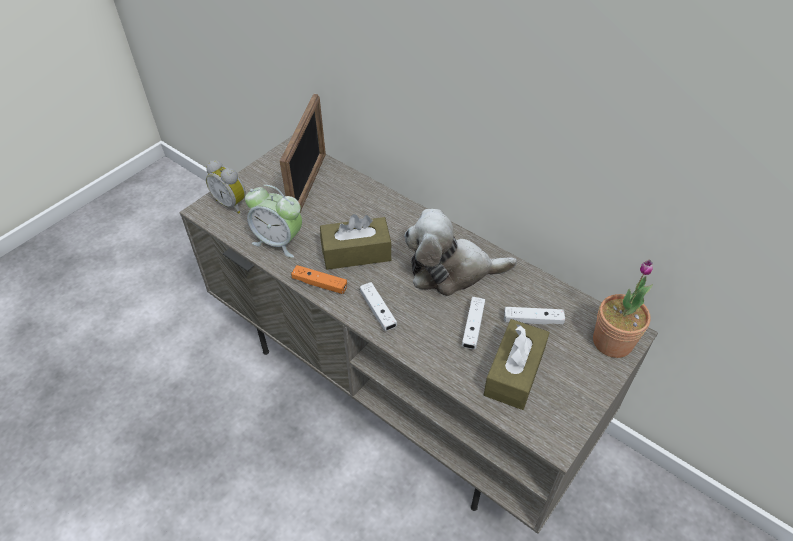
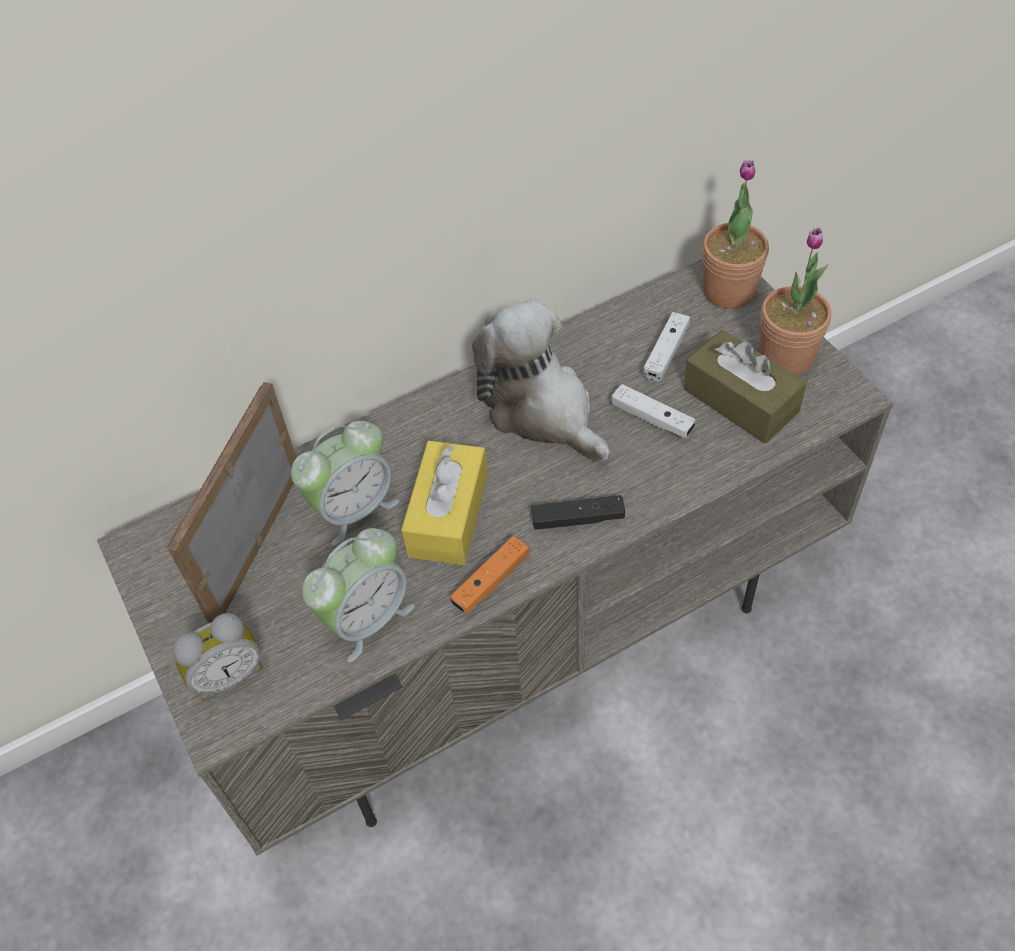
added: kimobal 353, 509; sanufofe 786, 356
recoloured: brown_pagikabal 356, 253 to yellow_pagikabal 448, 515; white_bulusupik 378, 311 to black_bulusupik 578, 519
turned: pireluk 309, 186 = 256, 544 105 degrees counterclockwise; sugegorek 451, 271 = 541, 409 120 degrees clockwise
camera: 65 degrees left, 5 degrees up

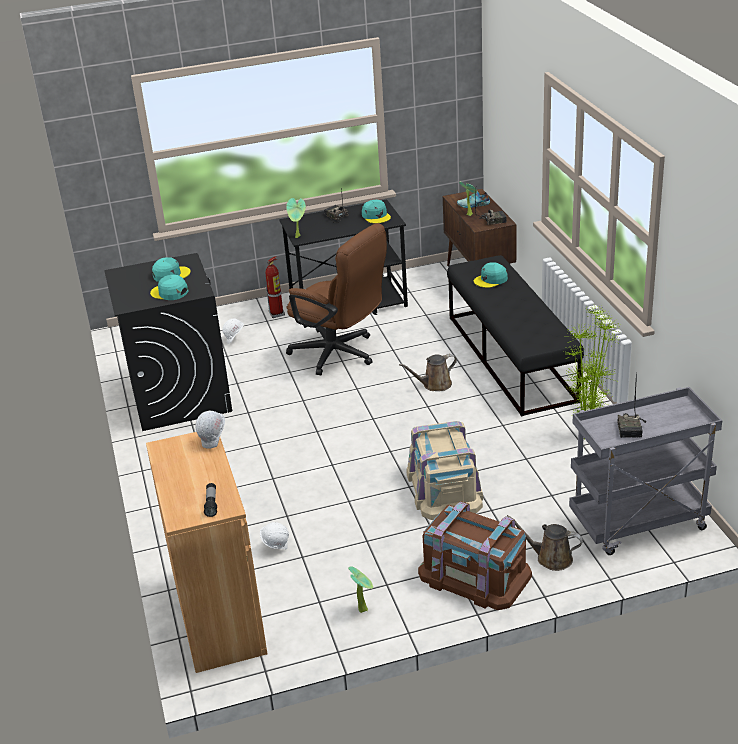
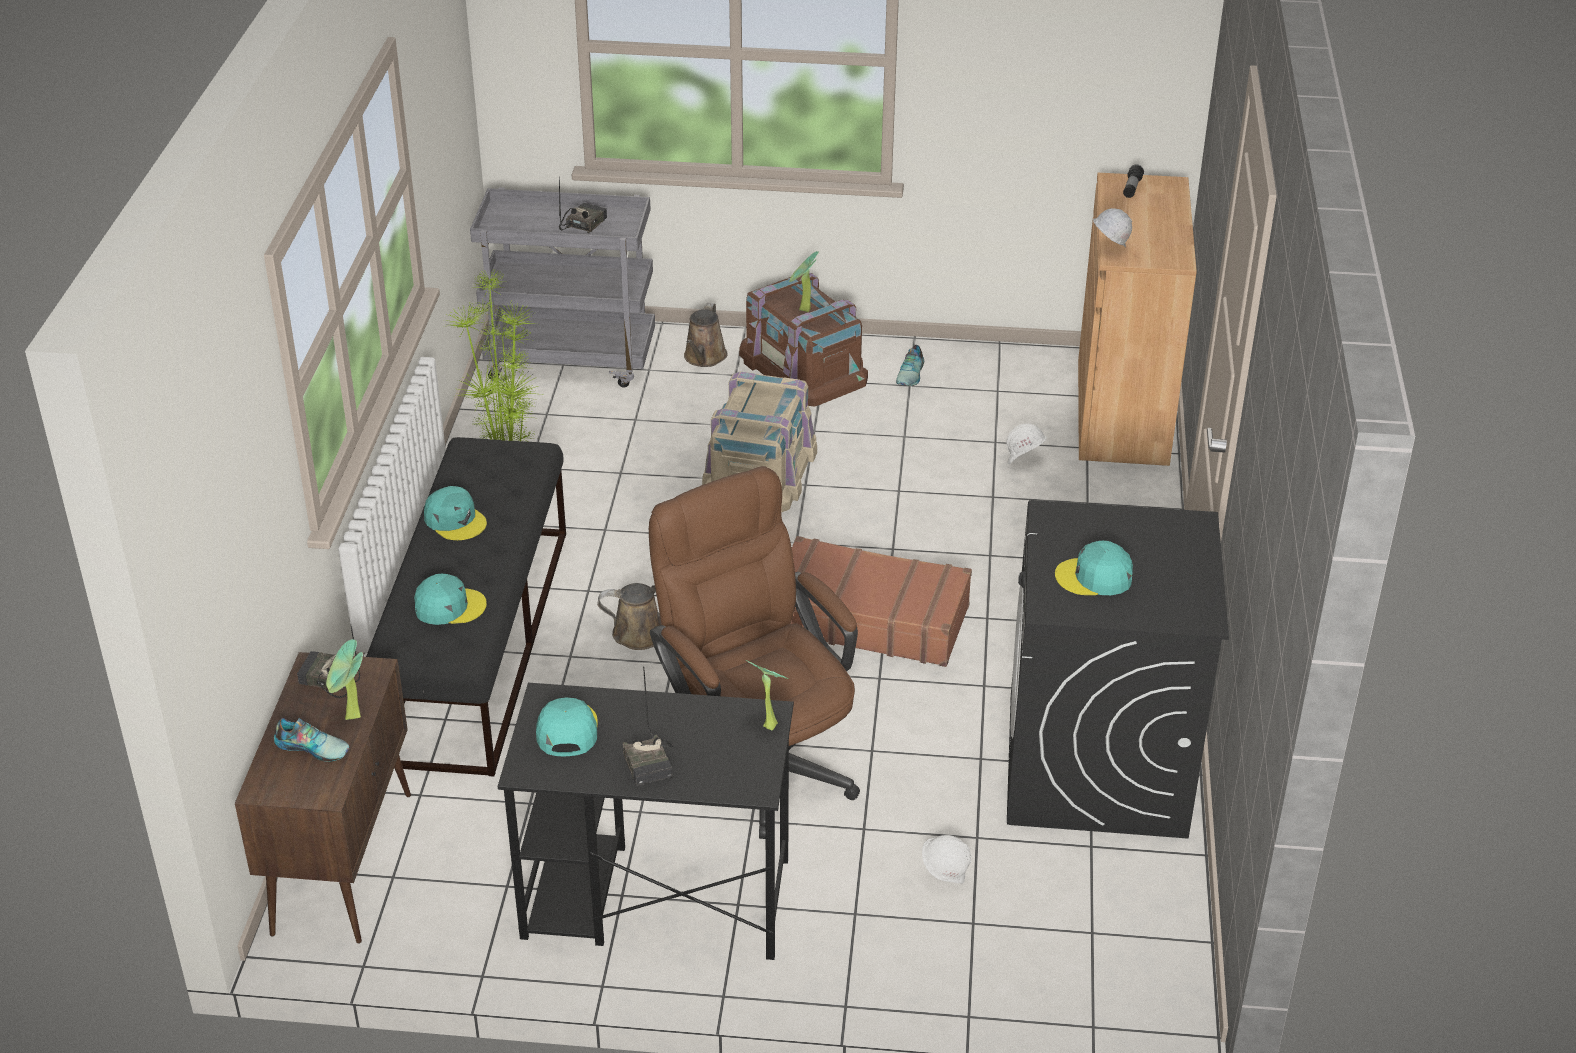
removed: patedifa 277, 314
added: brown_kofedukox 869, 618; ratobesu 911, 374
moved: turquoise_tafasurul 169, 292 to 455, 520; sanufofe 363, 608 to 803, 311
turned: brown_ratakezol 550, 558 = 704, 358 60 degrees clockwise
camera: 160 degrees left, 5 degrees up

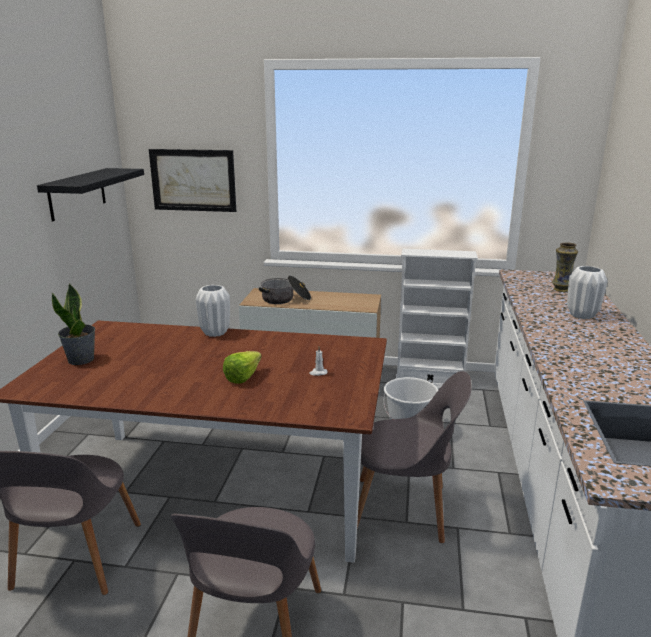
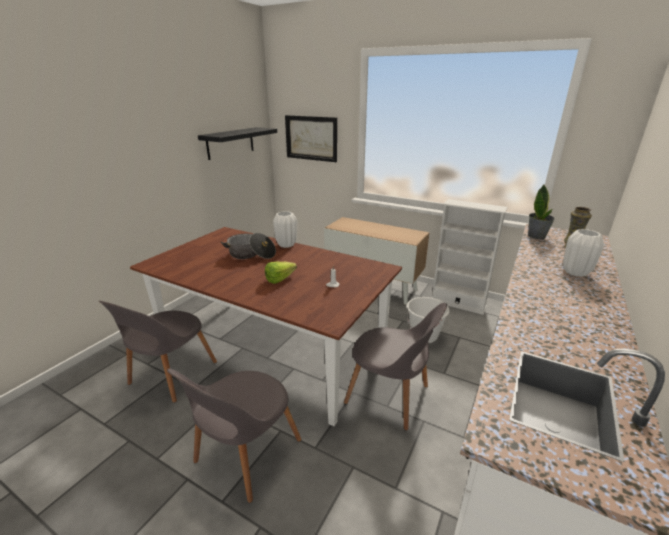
moved: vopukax 285, 299 to 251, 254; sanufofe 81, 359 to 536, 236
camera: 20 degrees right, 5 degrees up

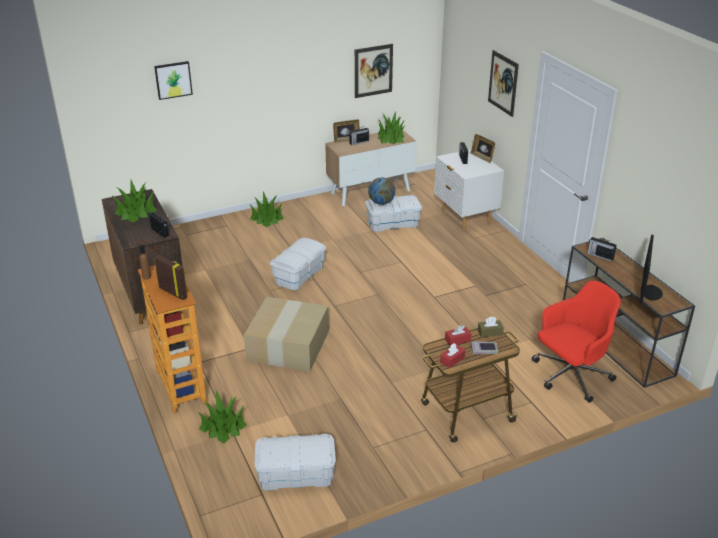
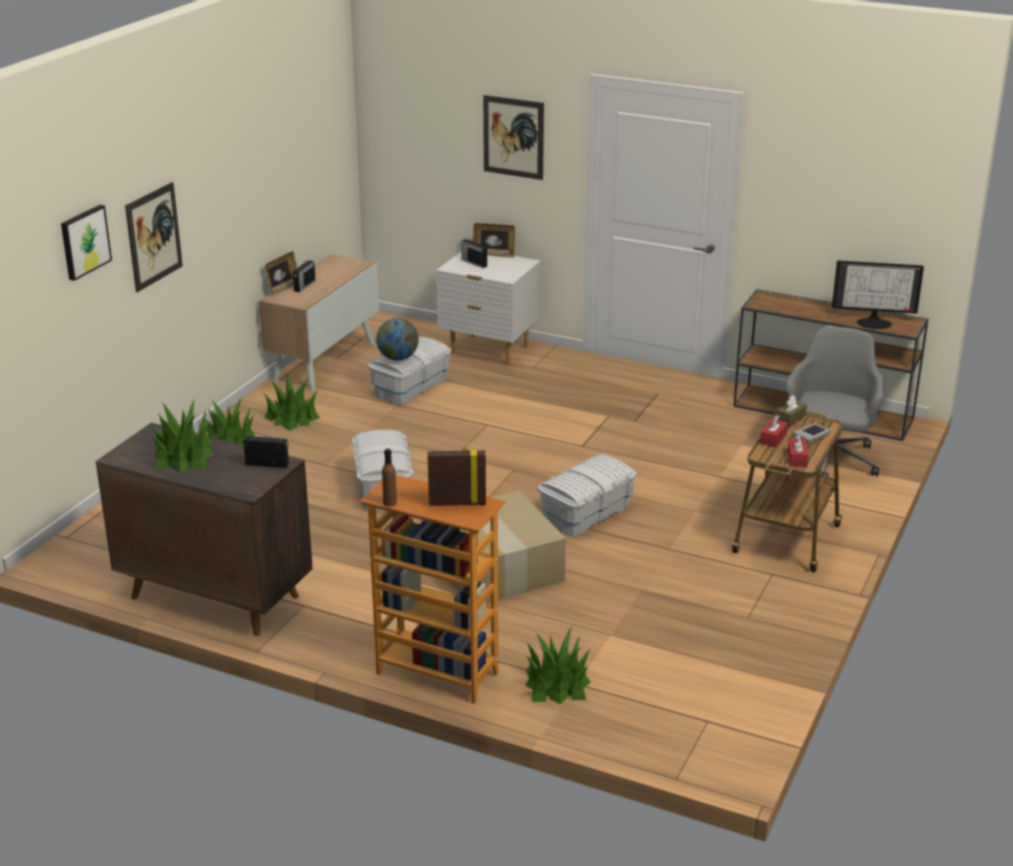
removed: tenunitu 600, 256
moved: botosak 373, 71 to 154, 236; sanufofe 391, 137 to 292, 417; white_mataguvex 296, 475 to 586, 514
recoloured: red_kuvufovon 570, 376 to grey_kuvufovon 827, 460
turned: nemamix 648, 292 = 874, 322 120 degrees clockwise
camera: 40 degrees left, 5 degrees down

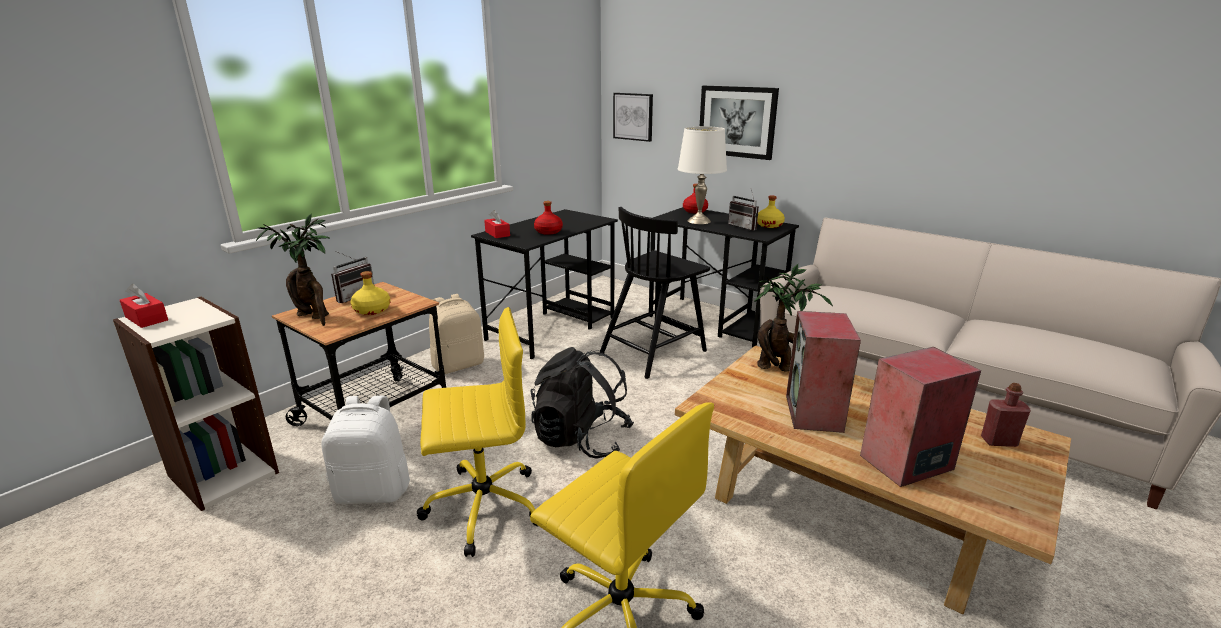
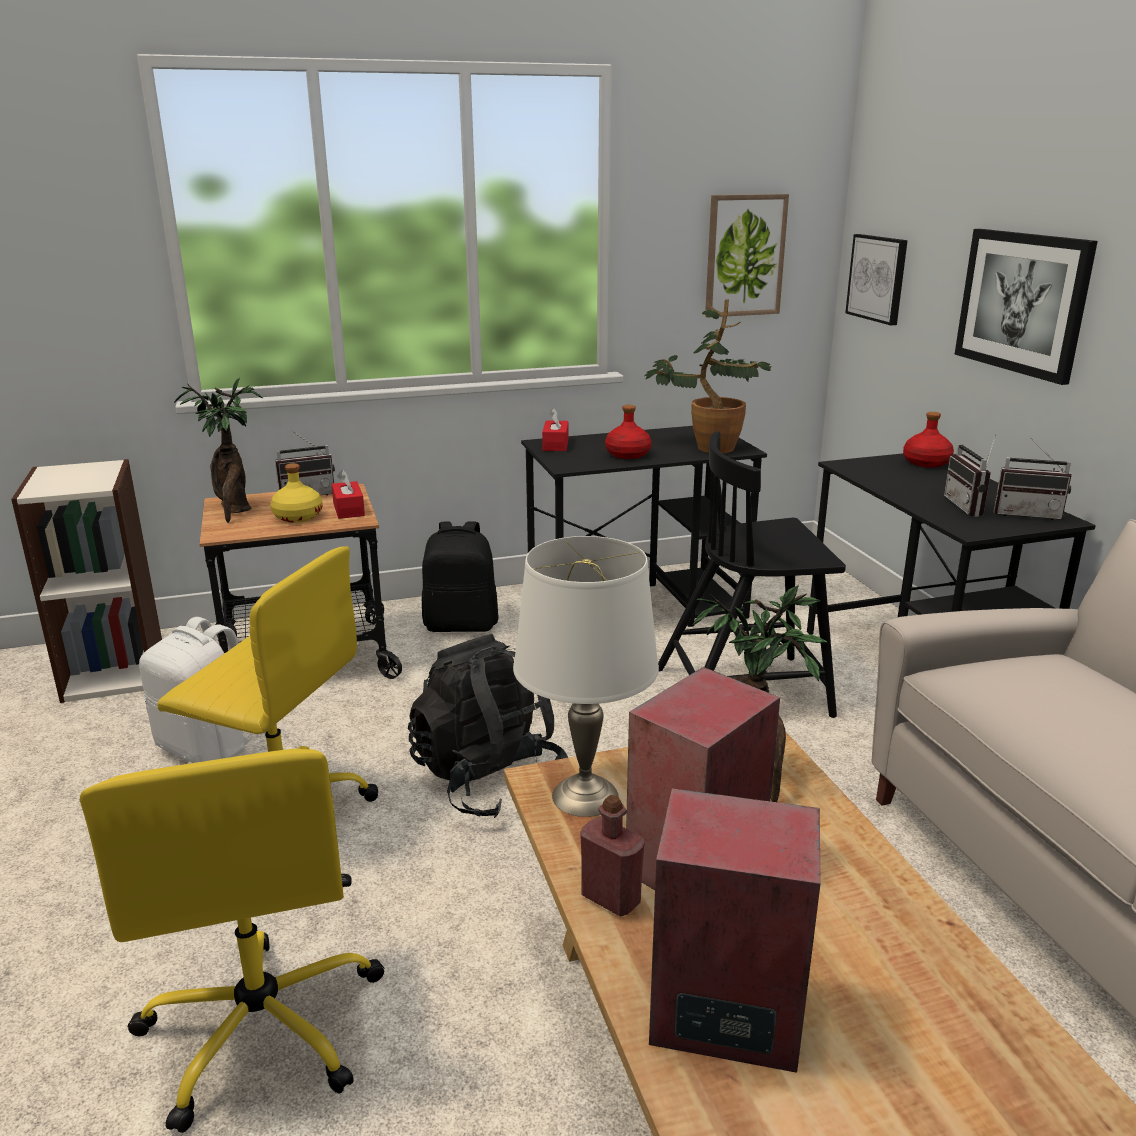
added: sanufofe 707, 447; botosak 744, 255
moved: red_pagikabal 146, 318 to 348, 509; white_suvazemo 699, 221 to 586, 795; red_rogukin 999, 441 to 611, 898
replaced: yellow_rogukin 769, 225 to tenunitu 1027, 514
recoloured: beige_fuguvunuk 458, 365 to black_fuguvunuk 461, 625
camera: 35 degrees right, 0 degrees up

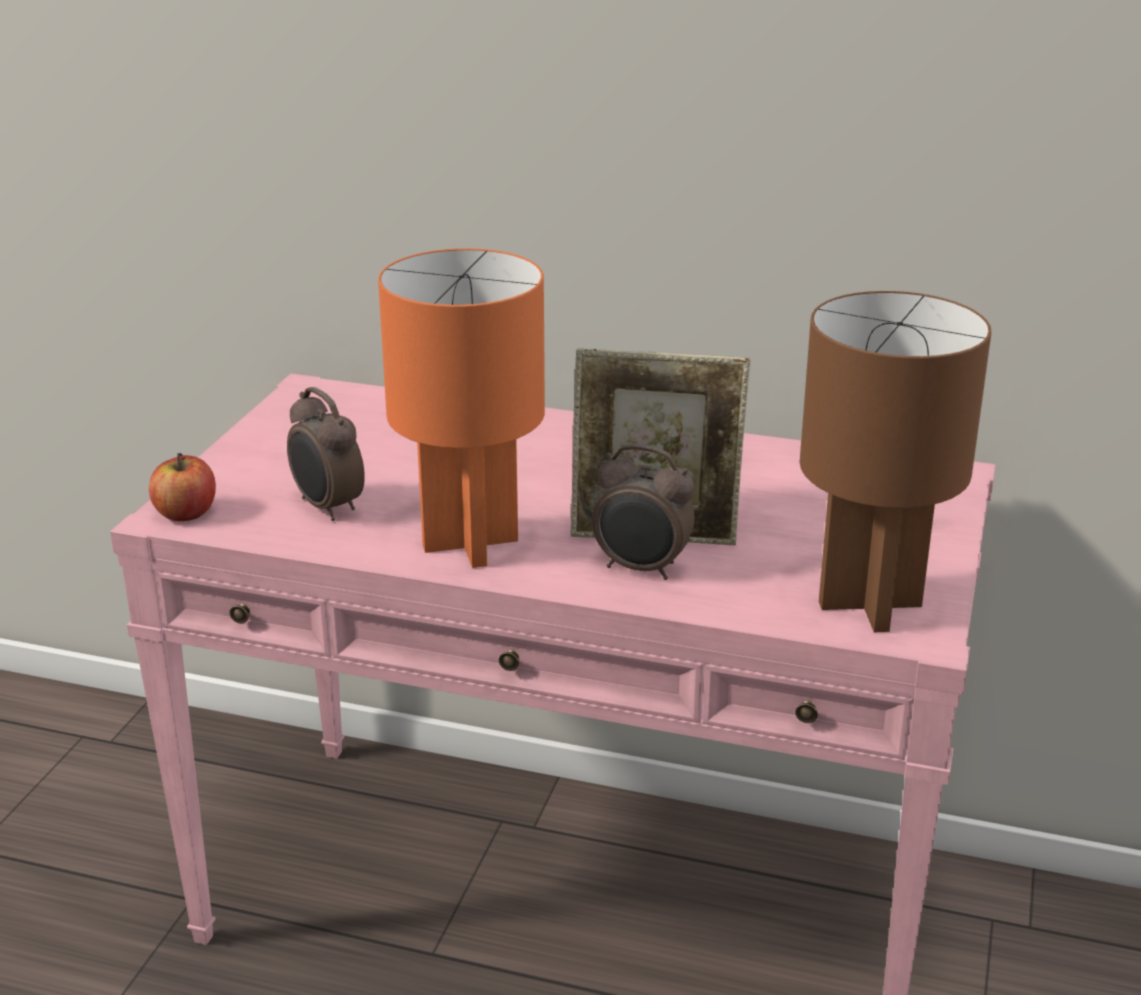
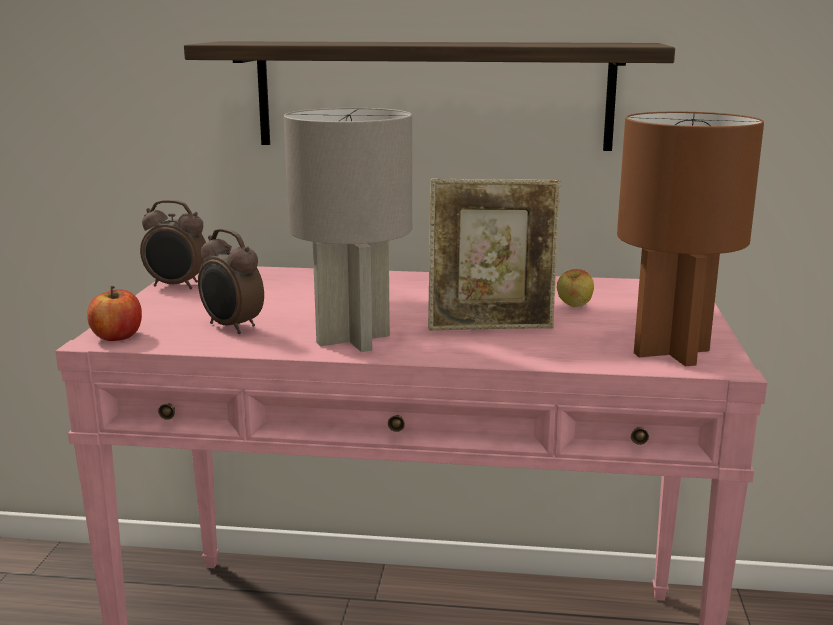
added: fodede 433, 95; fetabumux 574, 306
moved: kimobal 641, 569 to 176, 286
recoloured: orange_suvazemo 468, 543 to grey_suvazemo 351, 339
camera: 10 degrees left, 10 degrees down

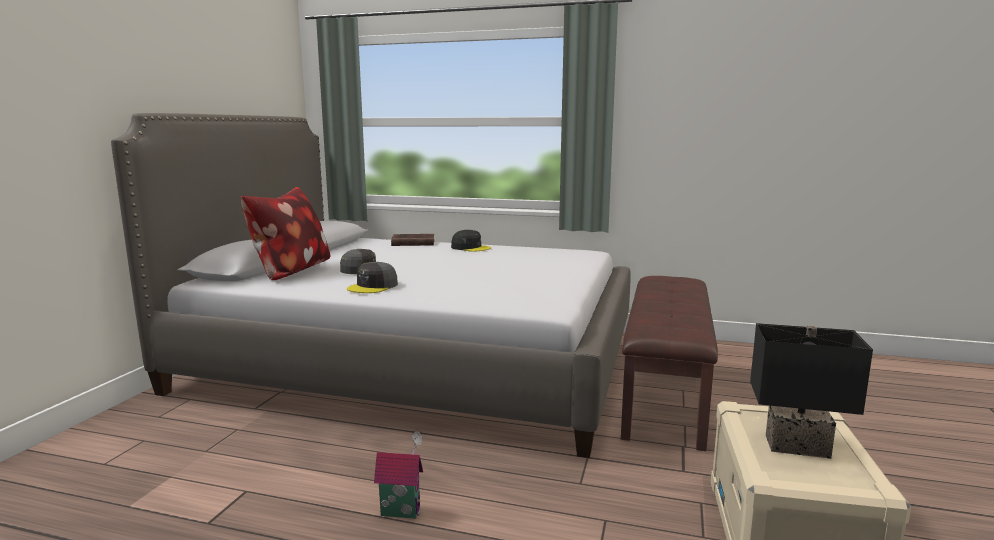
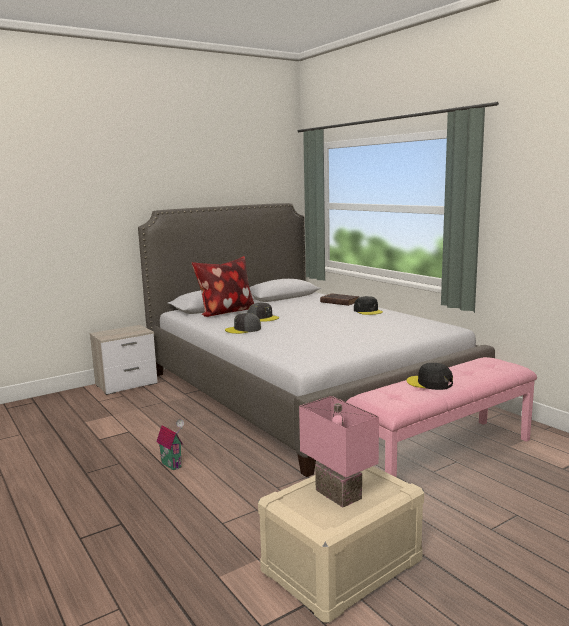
added: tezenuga 127, 384; black_tafasurul 430, 383
recoloured: black_suvazemo 797, 445 to pink_suvazemo 340, 494; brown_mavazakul 663, 389 to pink_mavazakul 442, 456
camera: 40 degrees right, 0 degrees up

